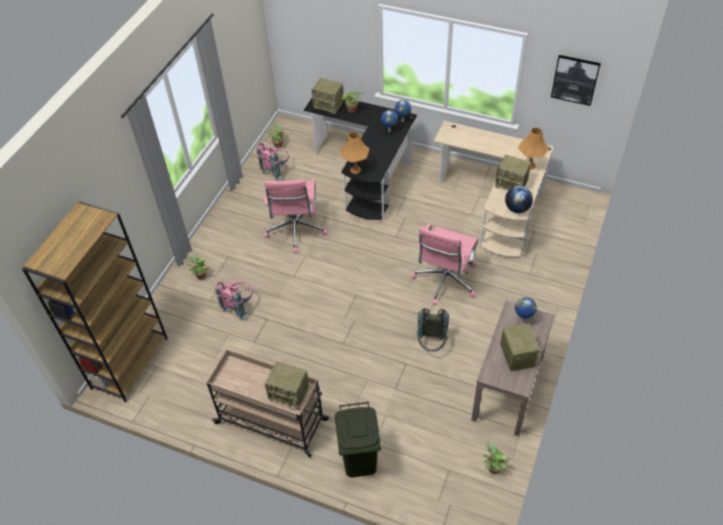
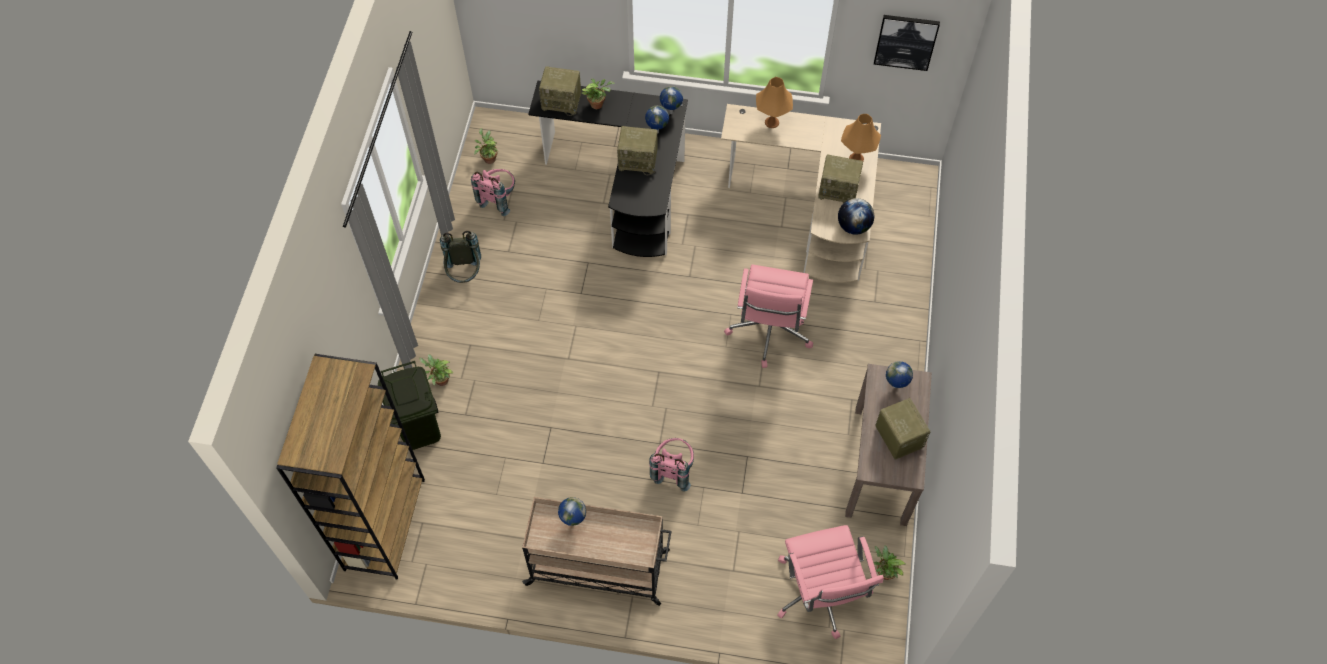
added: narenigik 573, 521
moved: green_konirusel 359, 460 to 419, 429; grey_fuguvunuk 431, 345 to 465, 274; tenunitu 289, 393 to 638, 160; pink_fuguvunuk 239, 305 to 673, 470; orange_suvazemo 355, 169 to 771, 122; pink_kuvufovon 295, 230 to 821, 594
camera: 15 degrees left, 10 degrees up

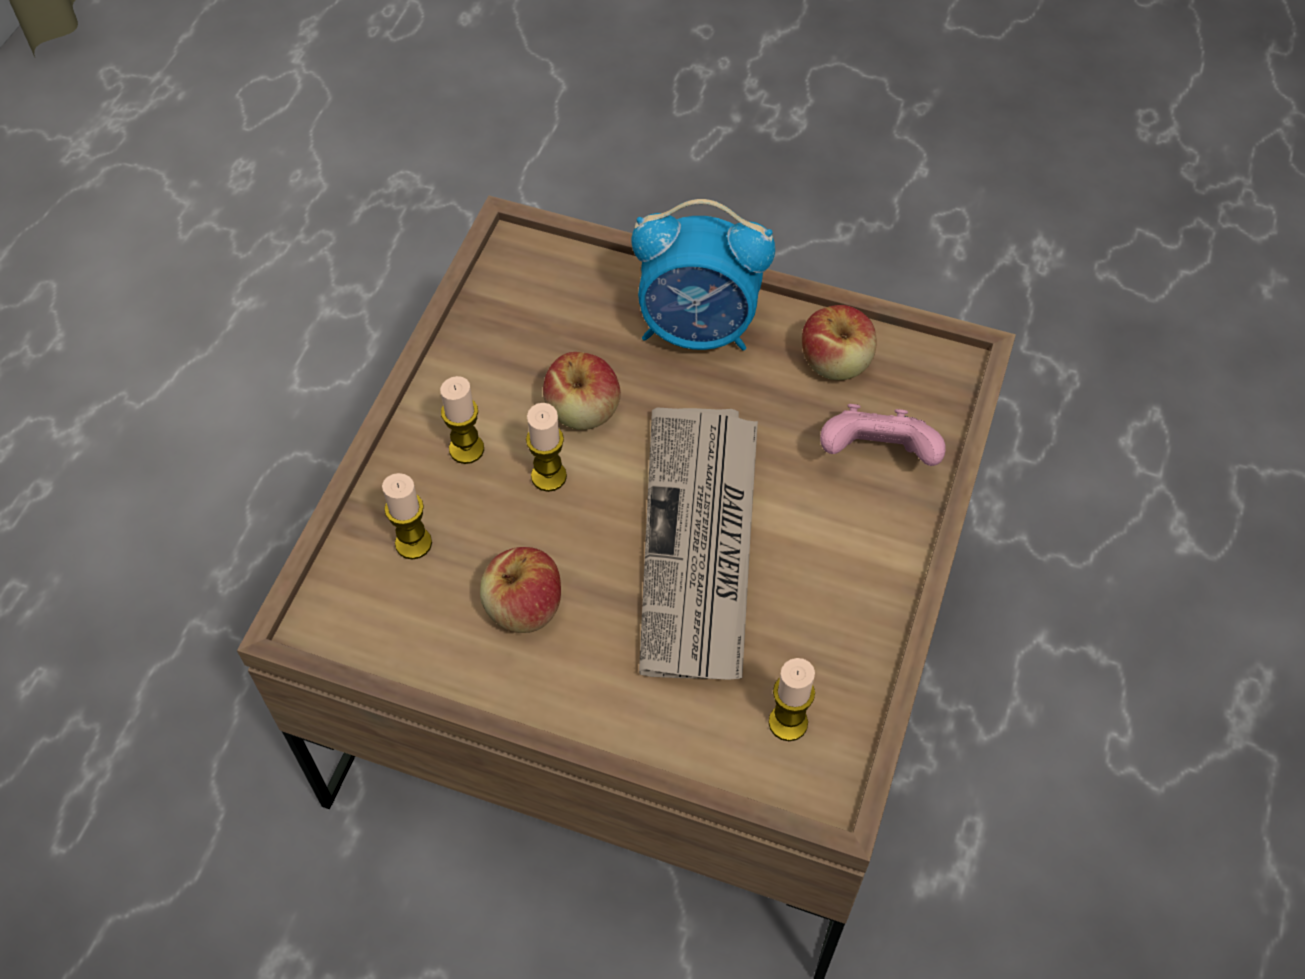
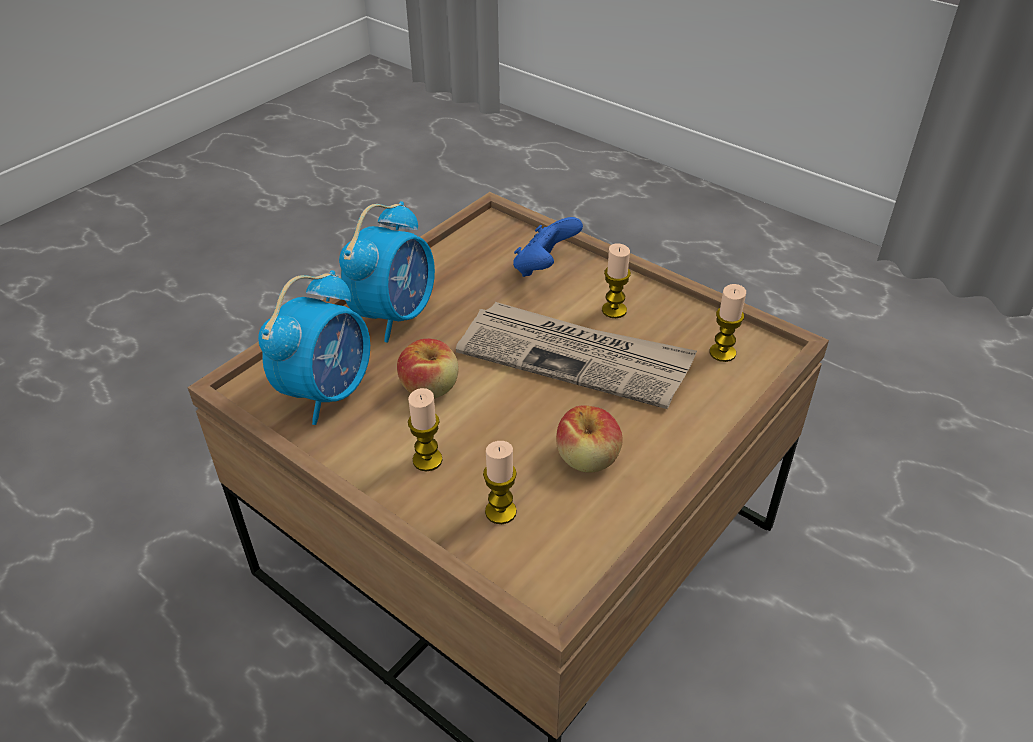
removed: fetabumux 836, 362
added: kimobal 328, 391
moved: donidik 548, 476 to 614, 310
recoloured: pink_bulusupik 876, 457 to blue_bulusupik 544, 267
camera: 70 degrees left, 15 degrees down

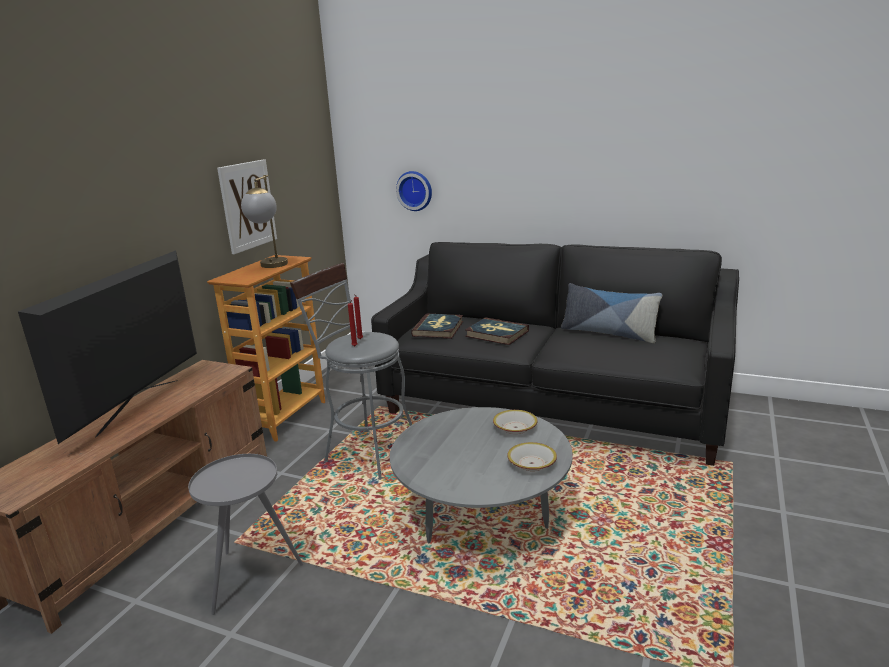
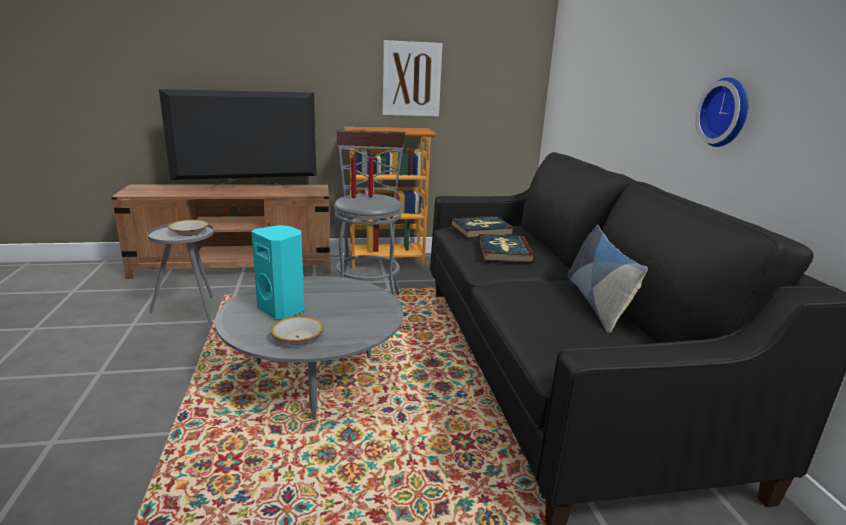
removed: suvazemo 271, 267
added: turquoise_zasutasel 283, 309
moved: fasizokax 515, 428 to 189, 232; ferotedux 415, 190 to 727, 112
camera: 55 degrees right, 0 degrees up

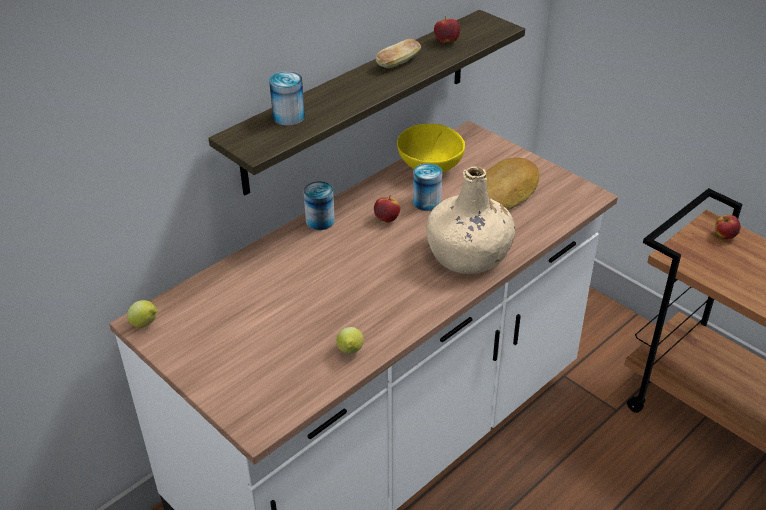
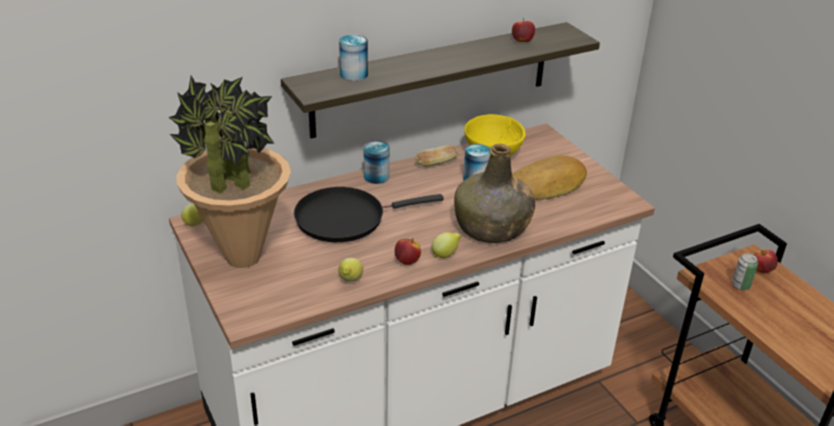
added: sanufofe 242, 257; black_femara 346, 218; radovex 445, 255; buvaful 740, 285
moved: fetabumux 387, 219 to 407, 261; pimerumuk 398, 63 to 436, 164
recoloured: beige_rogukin 469, 255 to green_rogukin 492, 228
camera: 15 degrees right, 5 degrees down

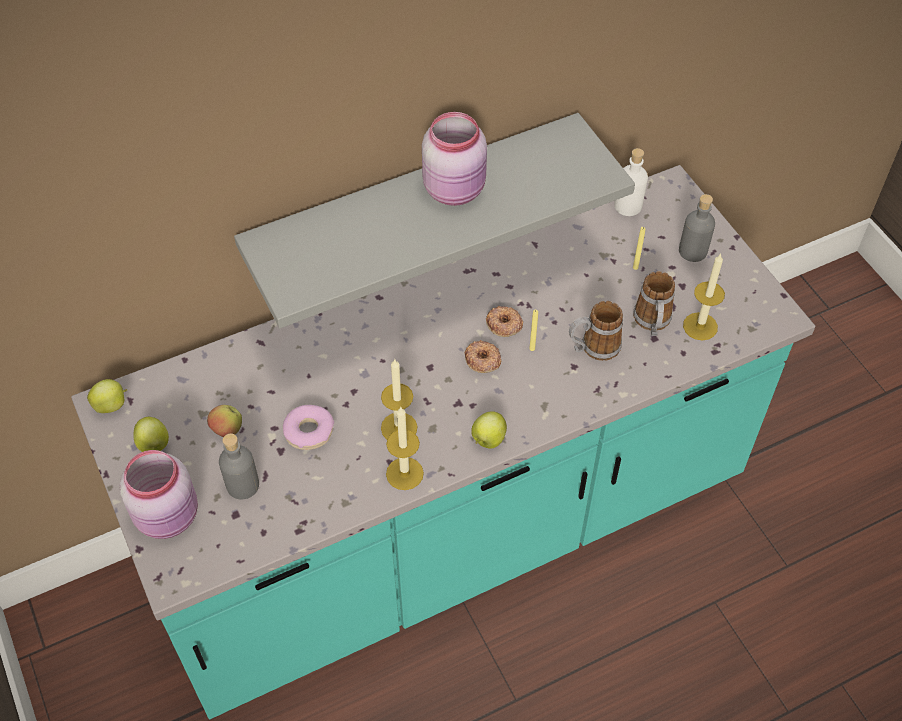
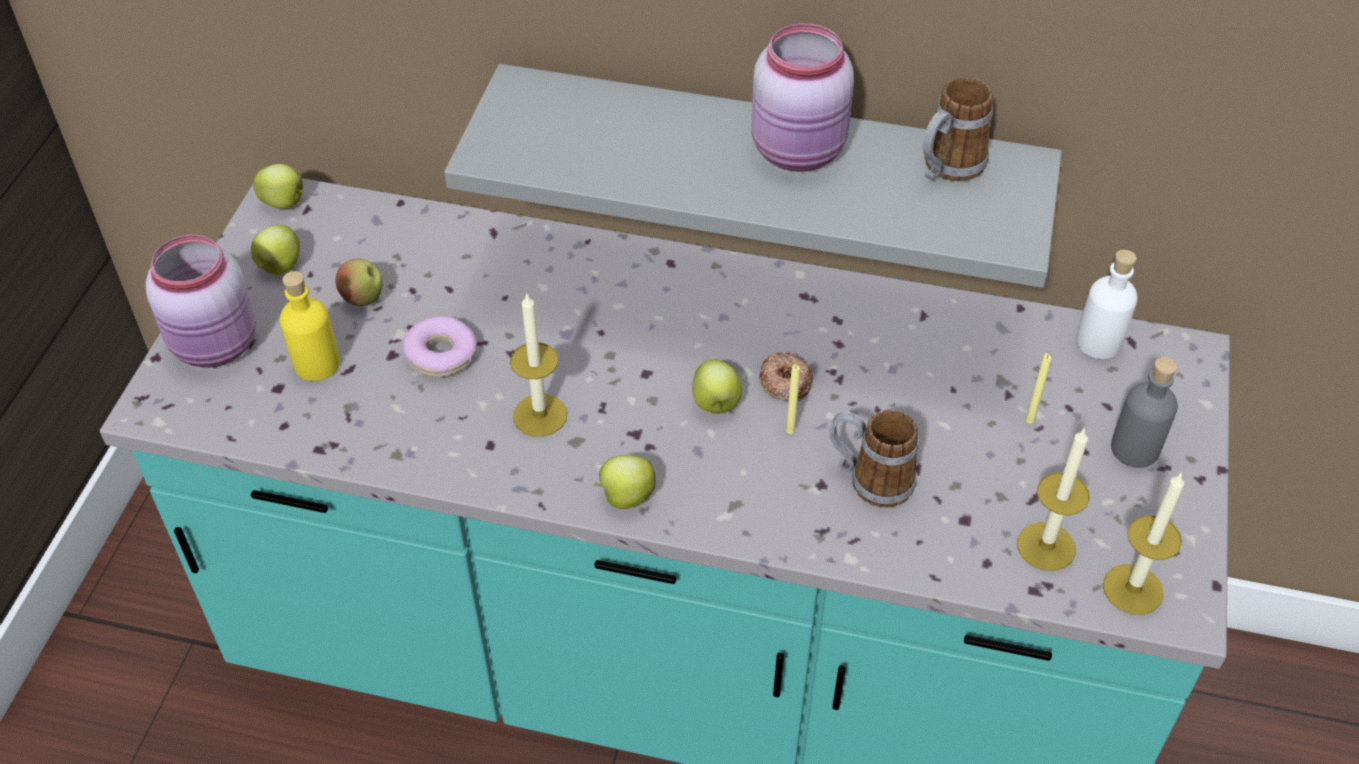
moved: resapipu 652, 323 to 946, 169; donidik 404, 473 to 1133, 589
replaced: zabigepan 482, 359 to fetabumux 716, 404
recoloured: grey_rogukin 243, 485 to yellow_rogukin 317, 364
camera: 40 degrees right, 5 degrees down

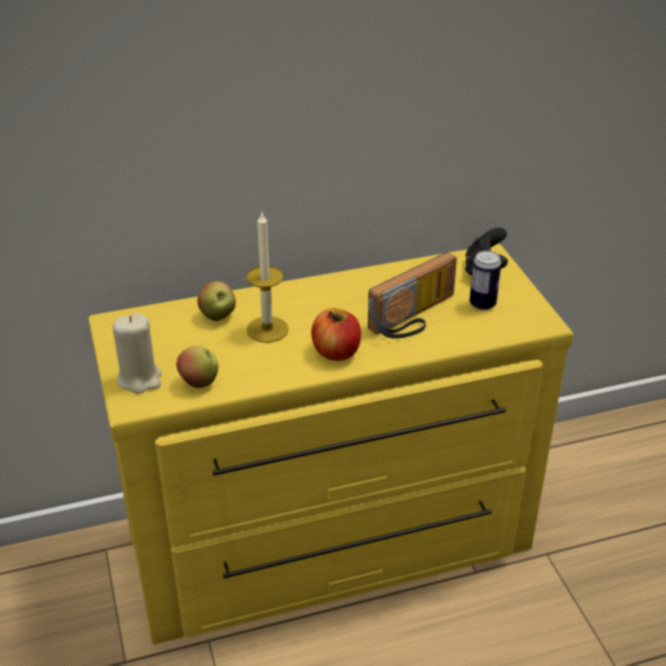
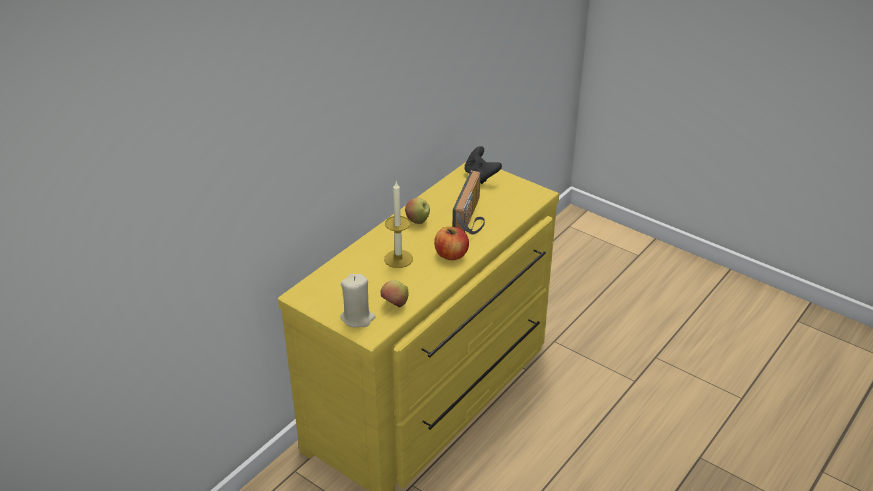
removed: buvaful 482, 304
moved: fetabumux 218, 316 to 418, 221
camera: 35 degrees left, 0 degrees up

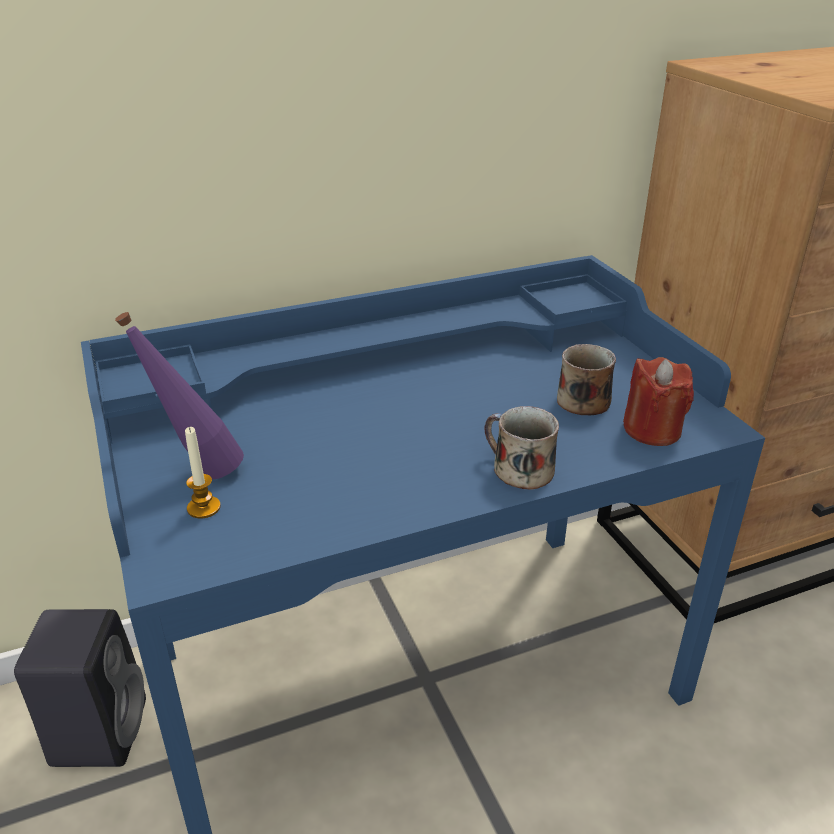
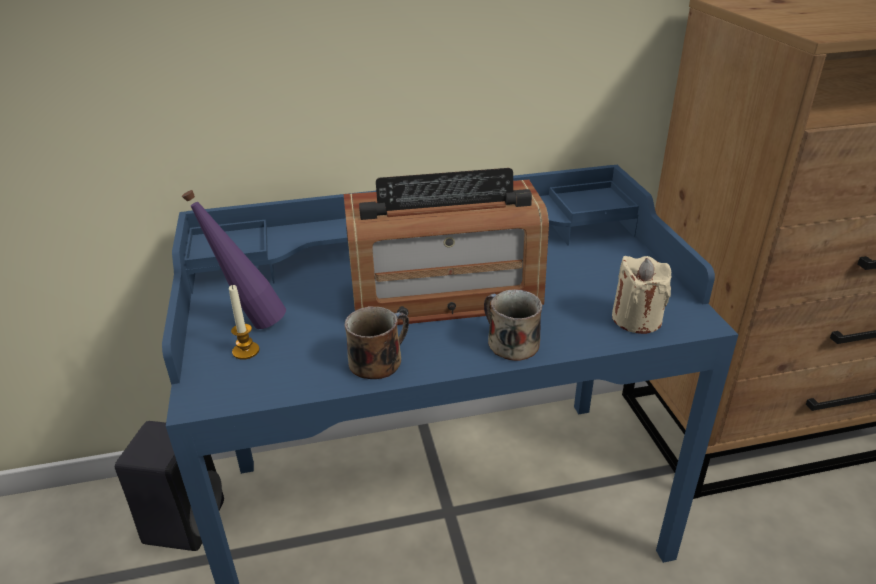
added: tenunitu 445, 294
moved: resapipu 585, 399 to 377, 360
recoloured: red_donidik 652, 430 to beige_donidik 636, 319
camera: 10 degrees right, 0 degrees up

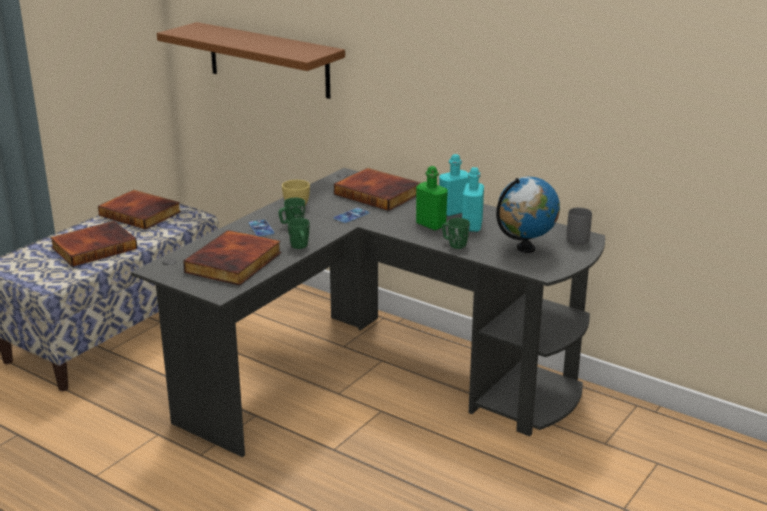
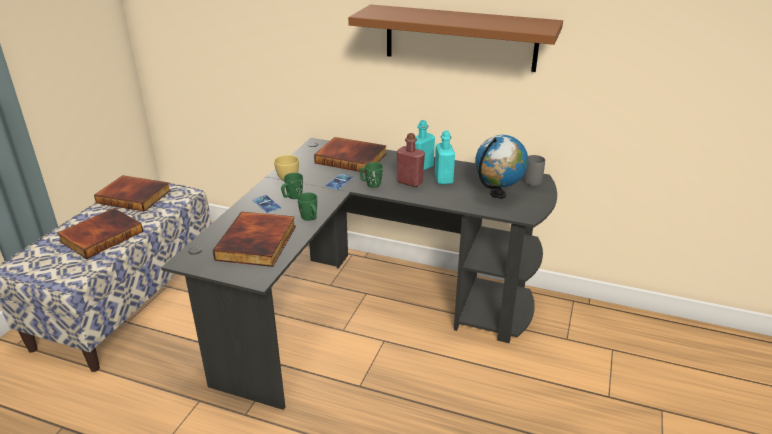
moved: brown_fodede 268, 60 to 460, 38; green_resapipu 454, 244 to 371, 184
recoloured: green_rogukin 431, 225 to red_rogukin 410, 182
camera: 15 degrees left, 5 degrees up

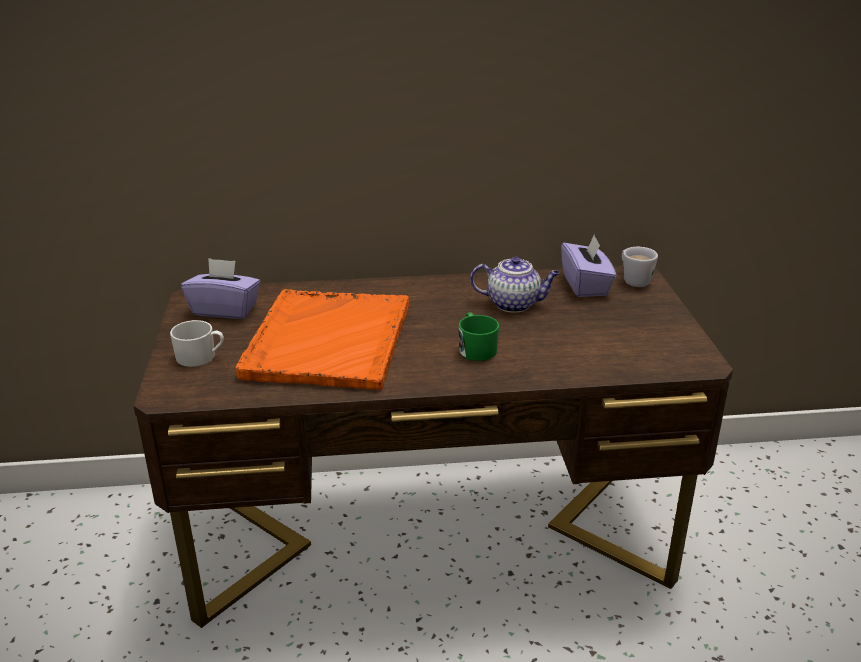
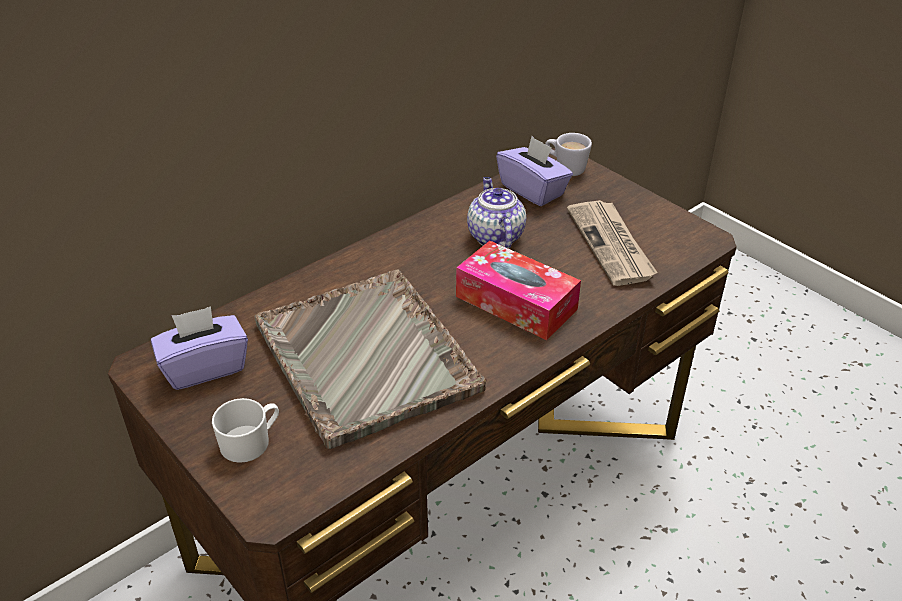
added: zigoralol 611, 245
replaced: green_resapipu 476, 348 to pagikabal 516, 303
recoloured: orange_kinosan 327, 341 to grey_kinosan 367, 358
turned: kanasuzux 514, 304 = 494, 236 75 degrees counterclockwise
camera: 35 degrees left, 10 degrees up

